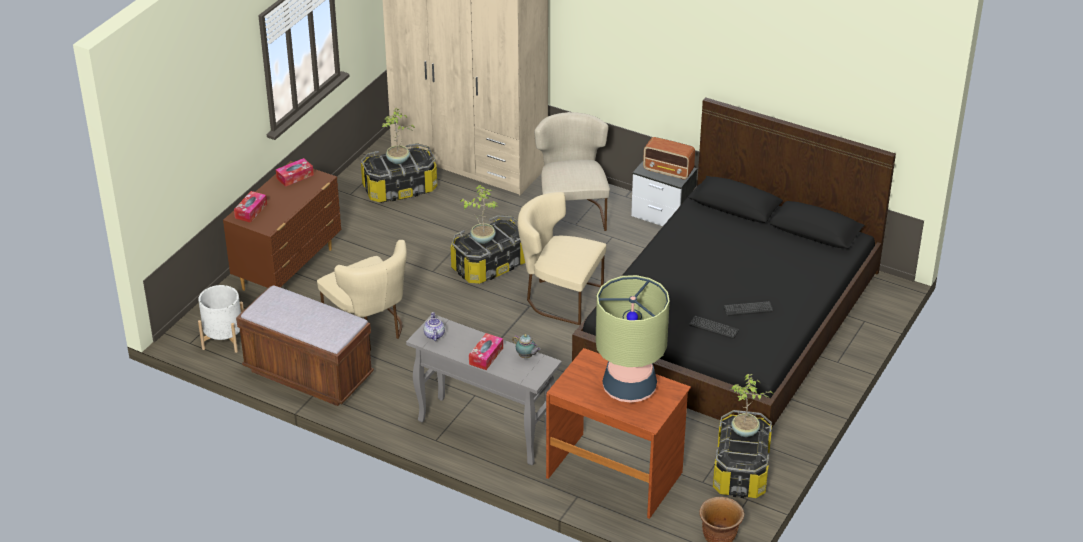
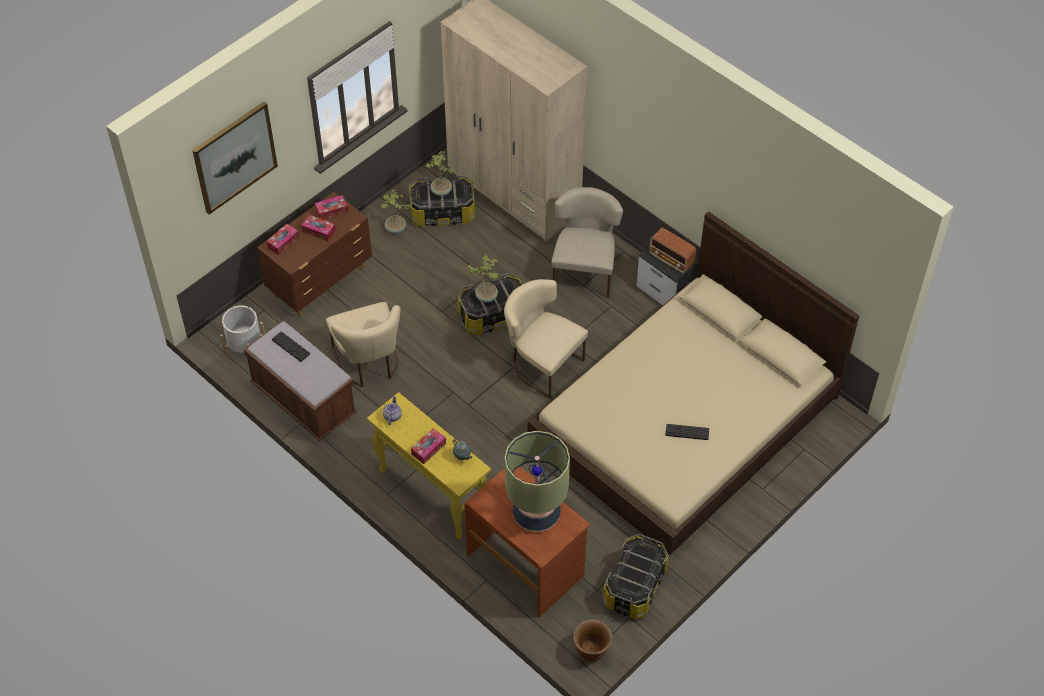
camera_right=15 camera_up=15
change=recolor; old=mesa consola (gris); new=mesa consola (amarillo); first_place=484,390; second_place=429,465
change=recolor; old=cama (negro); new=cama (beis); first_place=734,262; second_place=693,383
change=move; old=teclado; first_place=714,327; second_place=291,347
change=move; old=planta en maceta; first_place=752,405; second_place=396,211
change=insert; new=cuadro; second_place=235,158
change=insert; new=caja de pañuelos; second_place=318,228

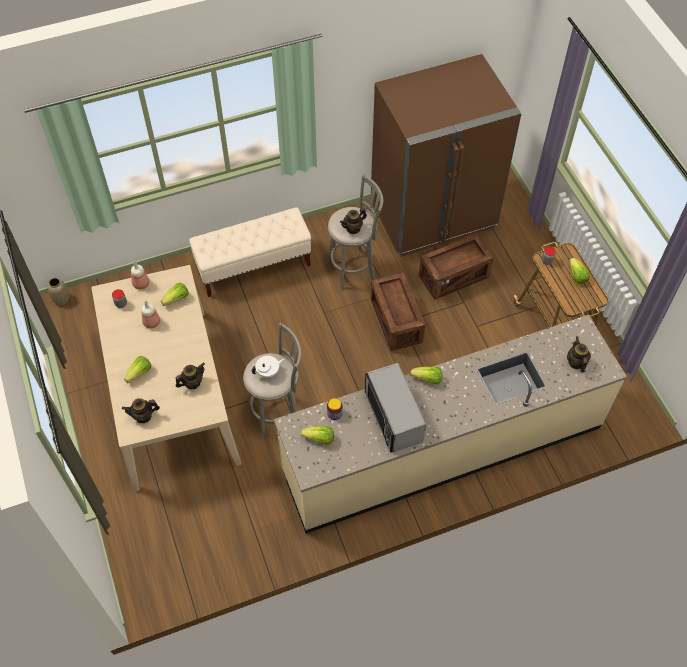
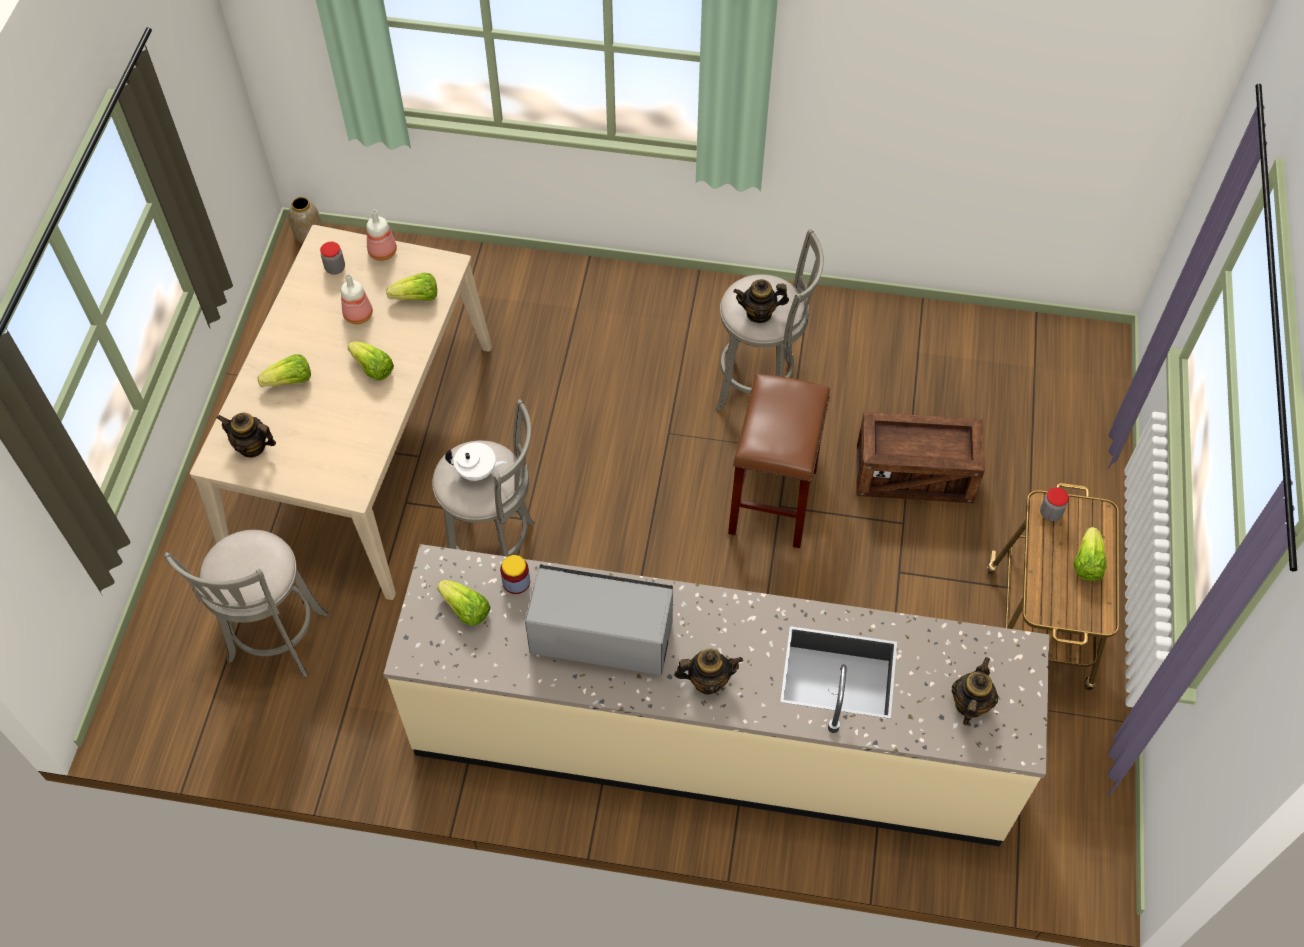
camera_right=30 camera_up=0
change=move; old=tetera; first_place=190,376; second_place=708,672
change=delete; old=banco (beis); first_place=250,252
change=rotate; old=microondas; first_place=395,408; second_place=599,619; degrees=90
change=delete; old=nevera (marrón); first_place=446,155
change=replace; old=caja de embalaje; new=taburete (marrón); first_place=398,311; second_place=779,460
change=move; old=lechuga; first_place=426,375; second_place=370,361
change=insert; new=taburete (gris); second_place=246,604

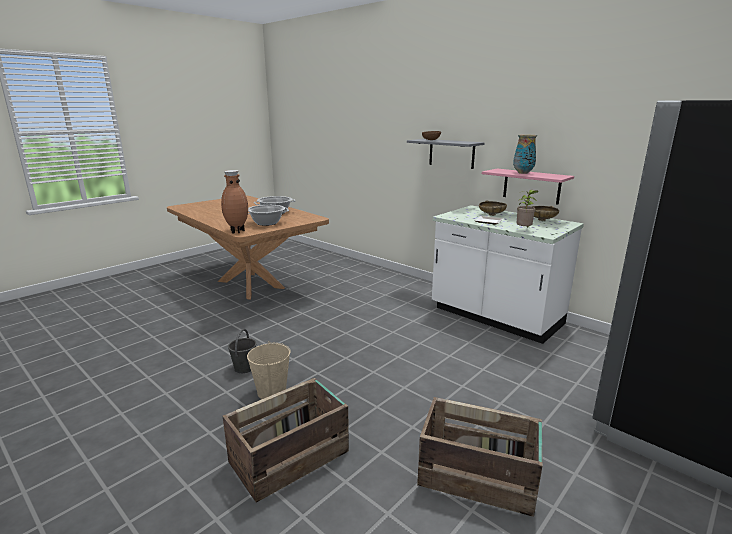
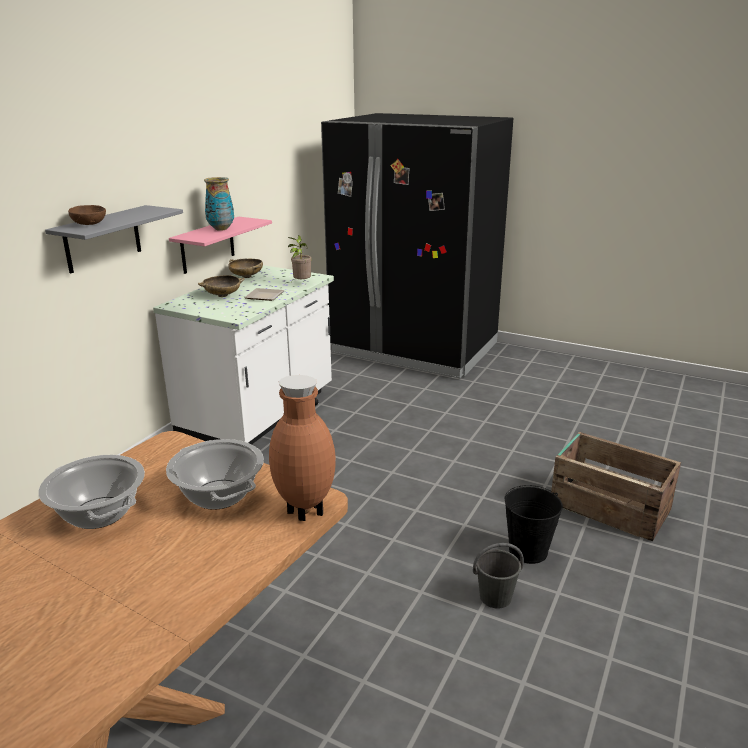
camera_right=-105 camera_up=5
change=recolor; old=cubo (beis); new=cubo (negro); first_place=269,370; second_place=534,524
change=delete; old=caja de embalaje; first_place=480,457

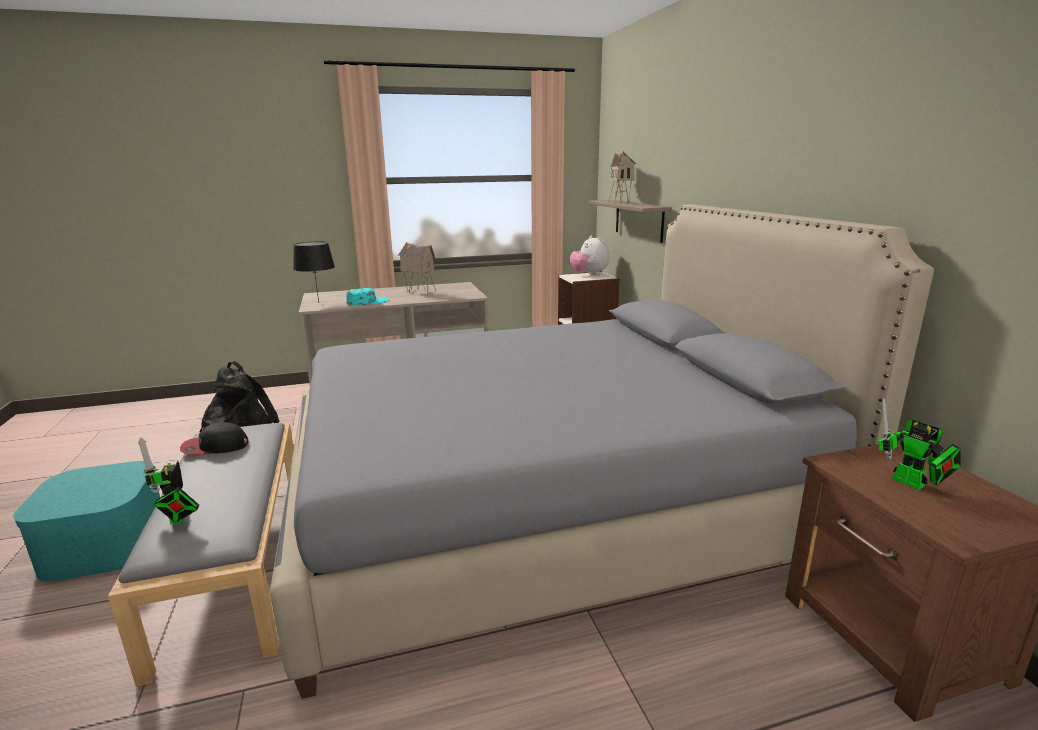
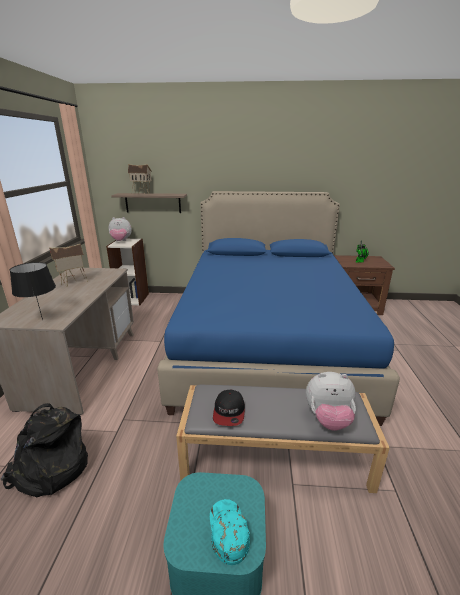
camera_right=-70 camera_up=5
change=replace; old=robot de juguete; new=peluche; first_place=168,480; second_place=331,401
change=recolor; old=cama (gris); new=cama (azul); first_place=602,451; second_place=278,308
change=move; old=gorra (turquesa); first_place=368,297; second_place=230,532

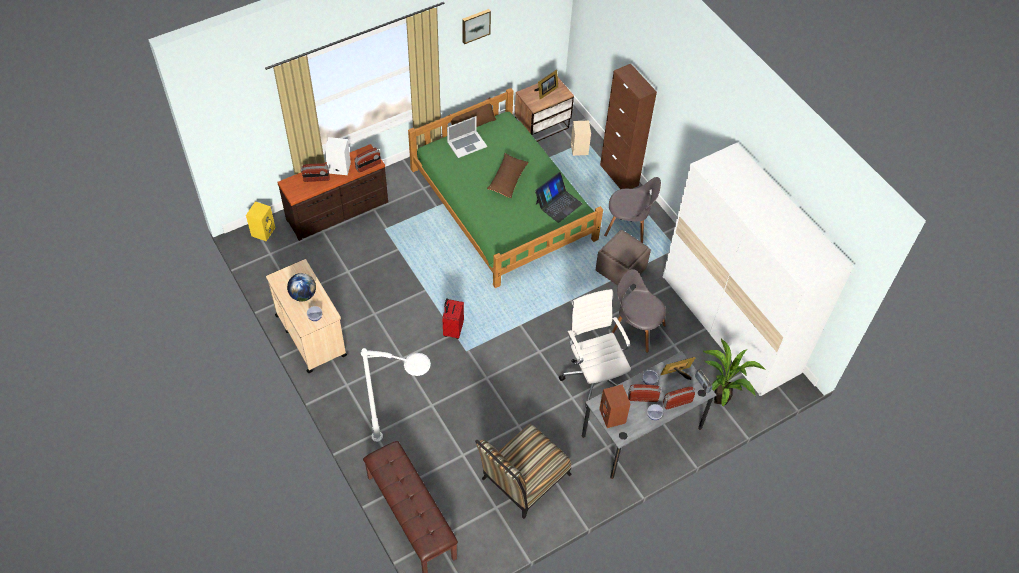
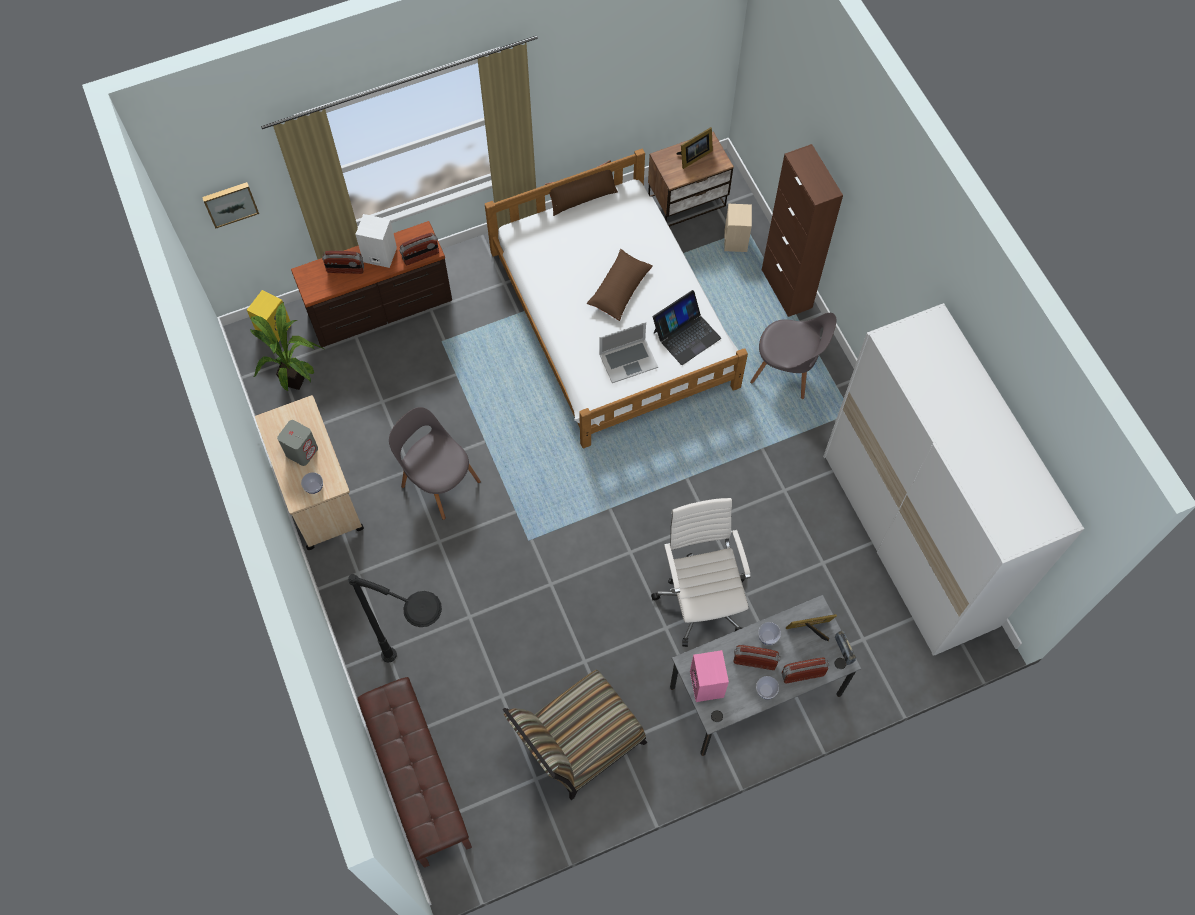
camera_right=10 camera_up=10
change=replace; old=globo terráqueo; new=altavoz (gris); first_place=301,287; second_place=297,443
change=recolor; old=lámpara de pie (blanco); new=lámpara de pie (negro); first_place=396,395; second_place=395,618
change=recolor; old=cama (verde); new=cama (blanco); first_place=505,188; second_place=616,298
change=delete; old=maleta (rojo); first_place=453,318
change=move; old=portátil; first_place=467,137; second_place=628,352
change=move; old=cuadro; first_place=476,26; second_place=230,205
change=delete; old=puf (marrón); first_place=623,257
change=recolor; old=altavoz (marrón); new=altavoz (rosa); first_place=614,406; second_place=709,676
change=move; old=silla (gris); first_place=639,311; second_place=435,463
change=move; old=planta en maceta; first_place=734,372; second_place=287,347

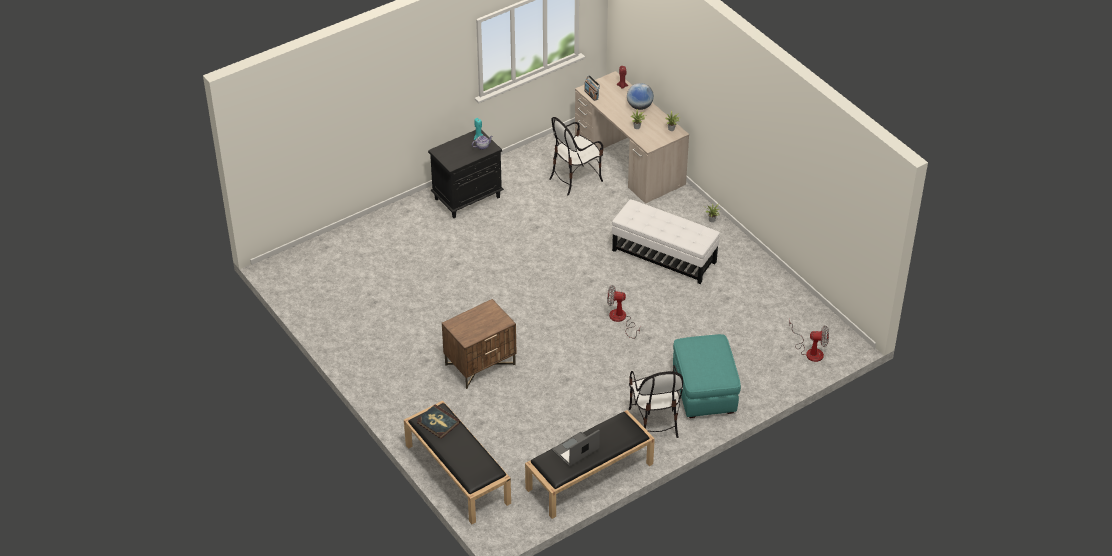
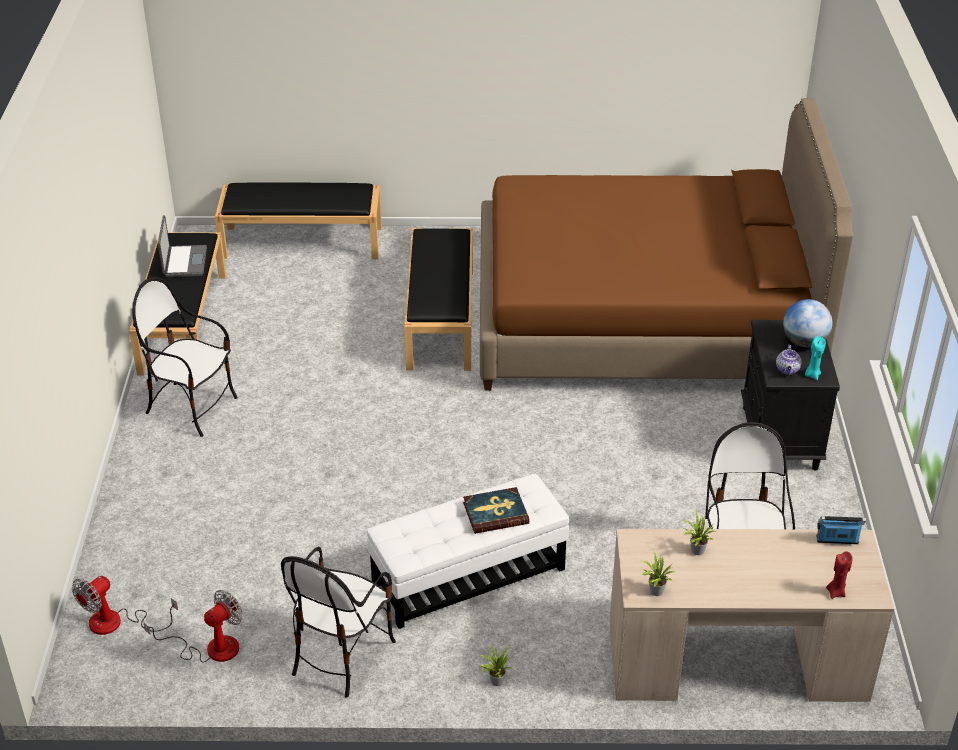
camera_right=125 camera_up=-5
change=move; old=libro; first_place=438,421; second_place=496,510
change=replace; old=mesita de noche (marrón); new=banco (negro); first_place=479,344; second_place=438,299
change=move; old=ventilador; first_place=623,312; second_place=193,626
change=move; old=globo terráqueo; first_place=640,96; second_place=808,323
change=delete; old=puf (turquesa); first_place=707,376
change=insert; new=silla; second_place=338,622
change=insert; new=cama (marrón); second_place=666,244

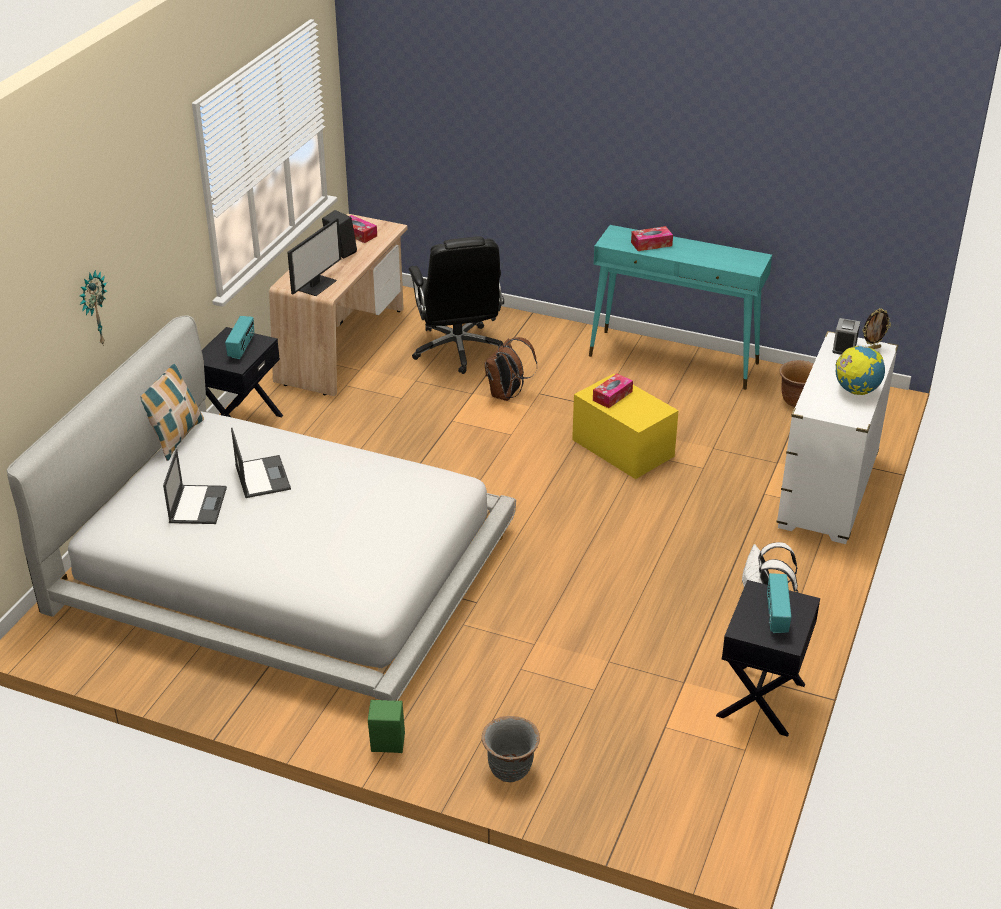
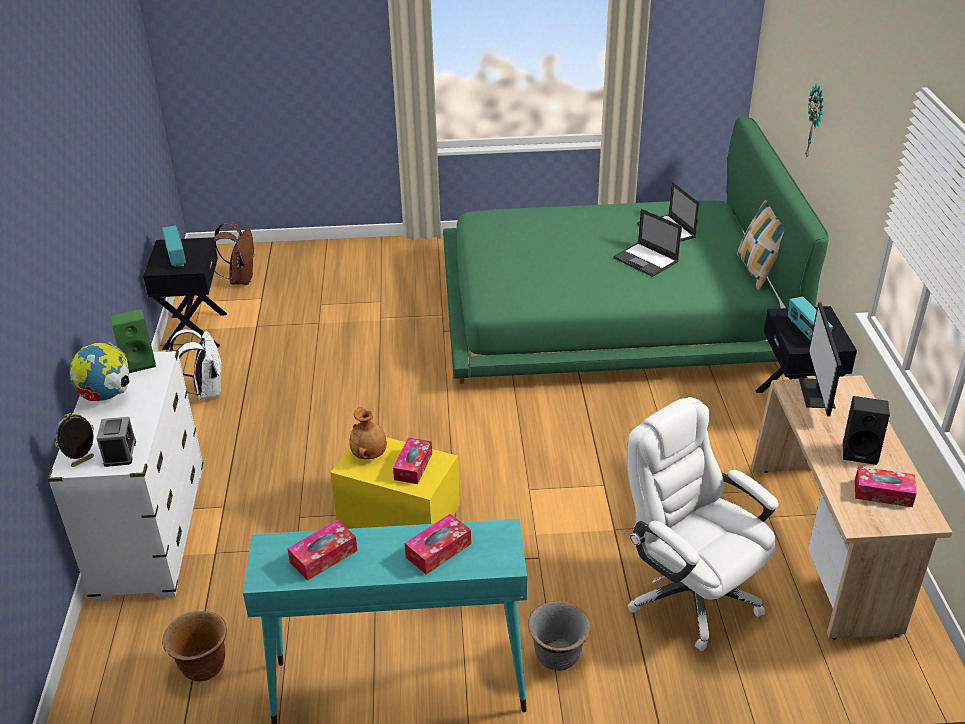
camera_right=155 camera_up=0
change=recolor; old=cama (blanco); new=cama (verde); first_place=261,508; second_place=636,250
change=move; old=altavoz (verde); first_place=386,726; second_place=133,341
change=recolor; old=silla de oficina (negro); new=silla de oficina (blanco); first_place=456,305; second_place=703,524
change=move; old=maceta (gris); first_place=511,749; second_place=559,636
change=move; old=mochila (marrón); first_place=511,369; second_place=234,253
change=insert; new=caja de pañuelos; second_place=322,550
change=insert; new=florero (marrón); second_place=368,433

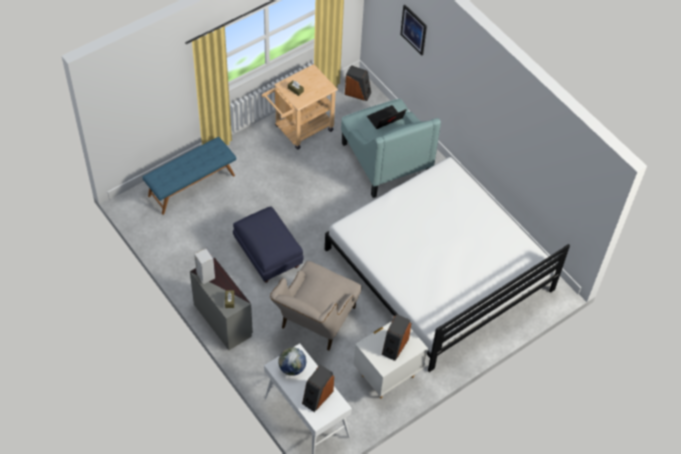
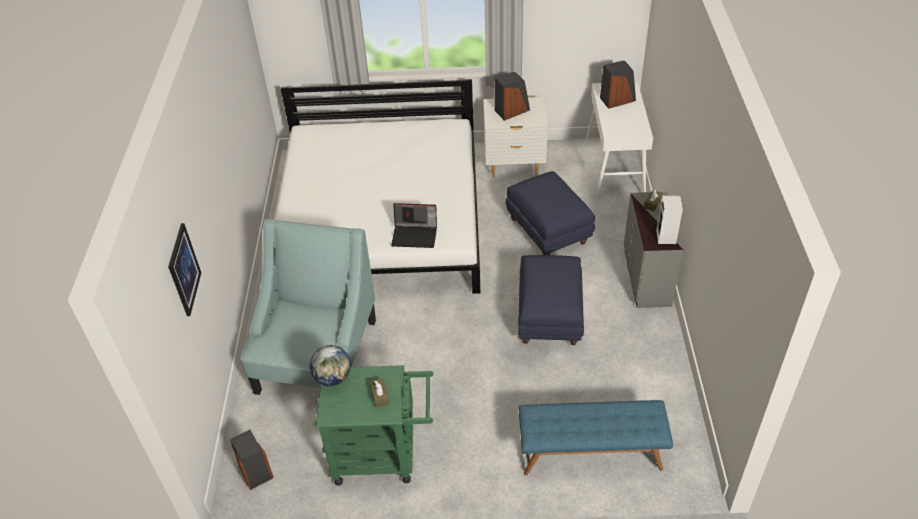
camera_right=-140 camera_up=-10
change=recolor; old=carrito (beis); new=carrito (verde); first_place=300,107; second_place=374,425
change=replace; old=sillón (beis); new=puf (azul); first_place=316,305; second_place=550,213
change=move; old=globo terráqueo; first_place=292,361; second_place=330,365
change=move; old=portátil; first_place=387,117; second_place=414,225

